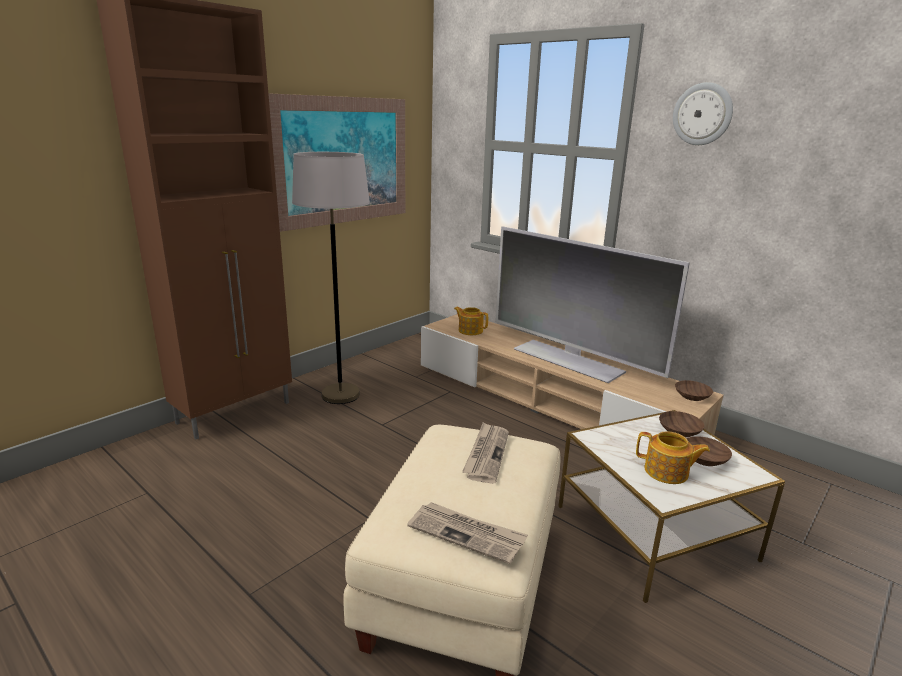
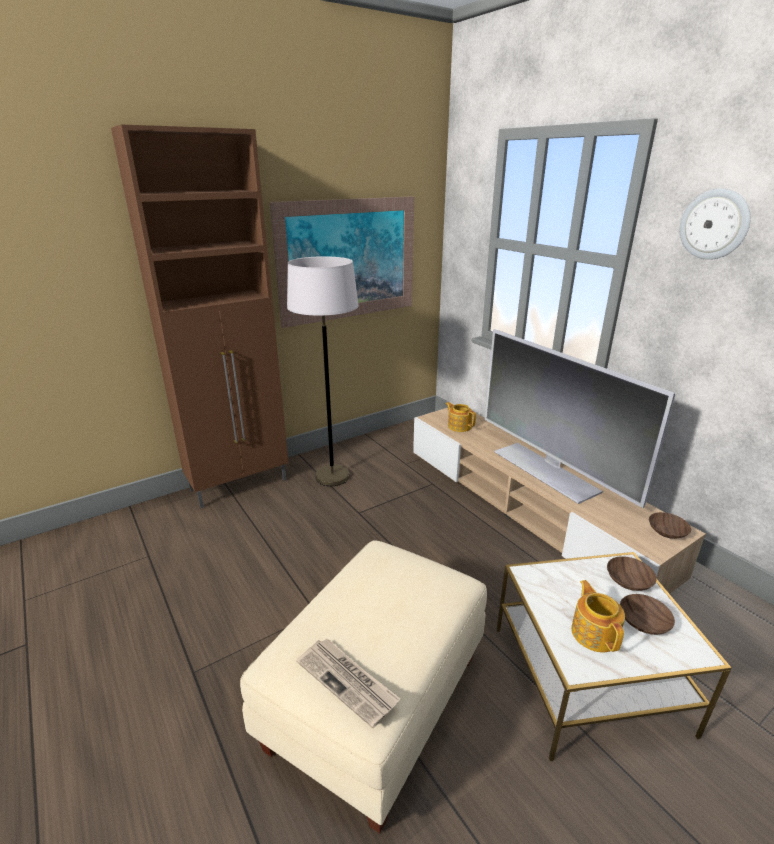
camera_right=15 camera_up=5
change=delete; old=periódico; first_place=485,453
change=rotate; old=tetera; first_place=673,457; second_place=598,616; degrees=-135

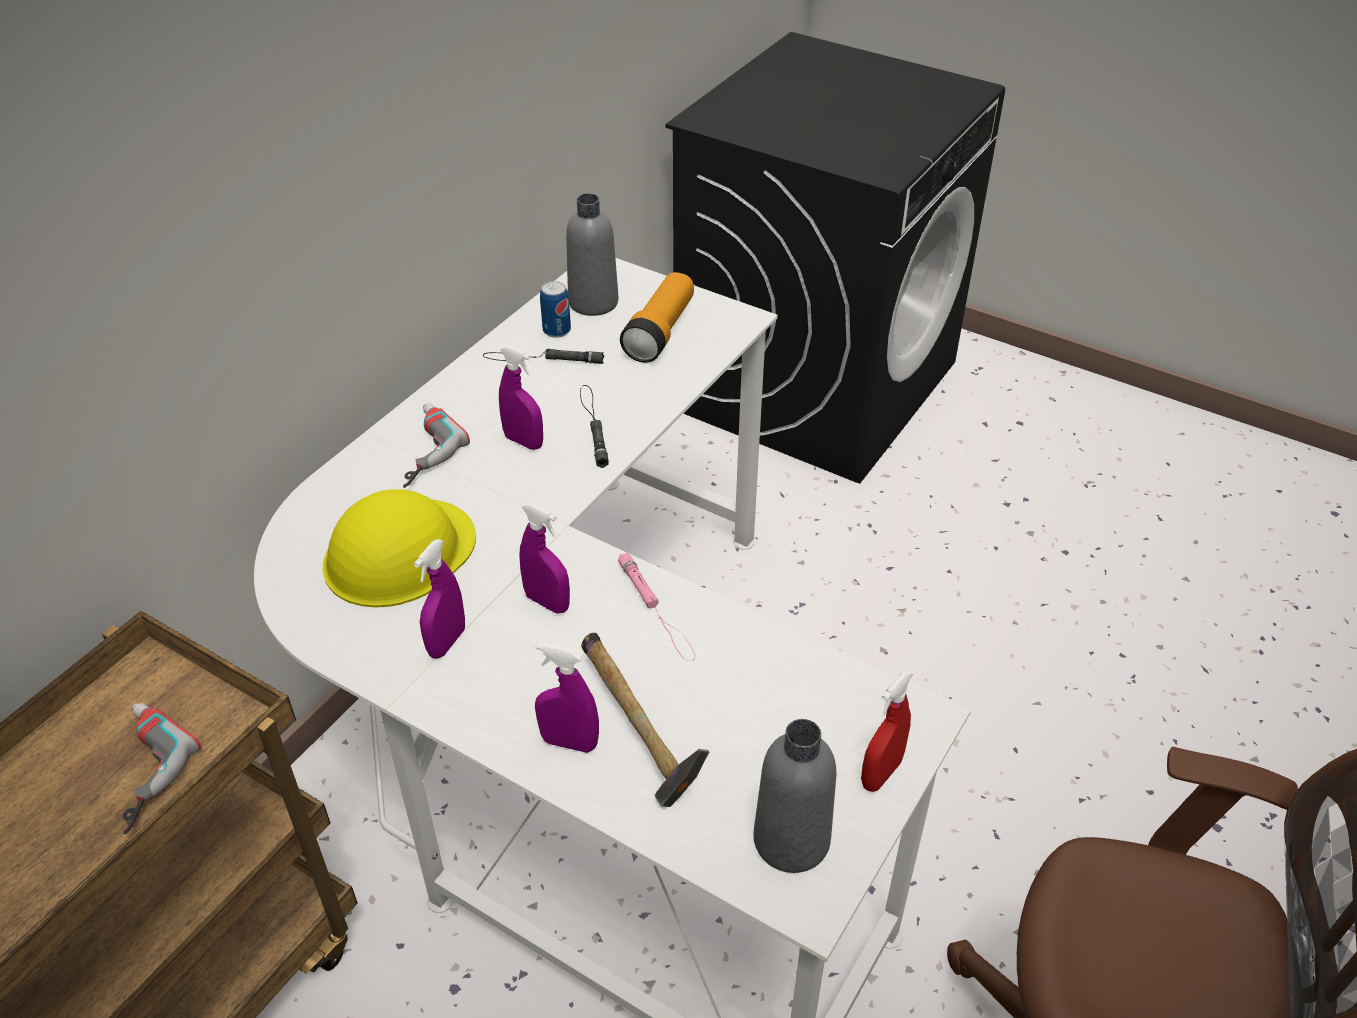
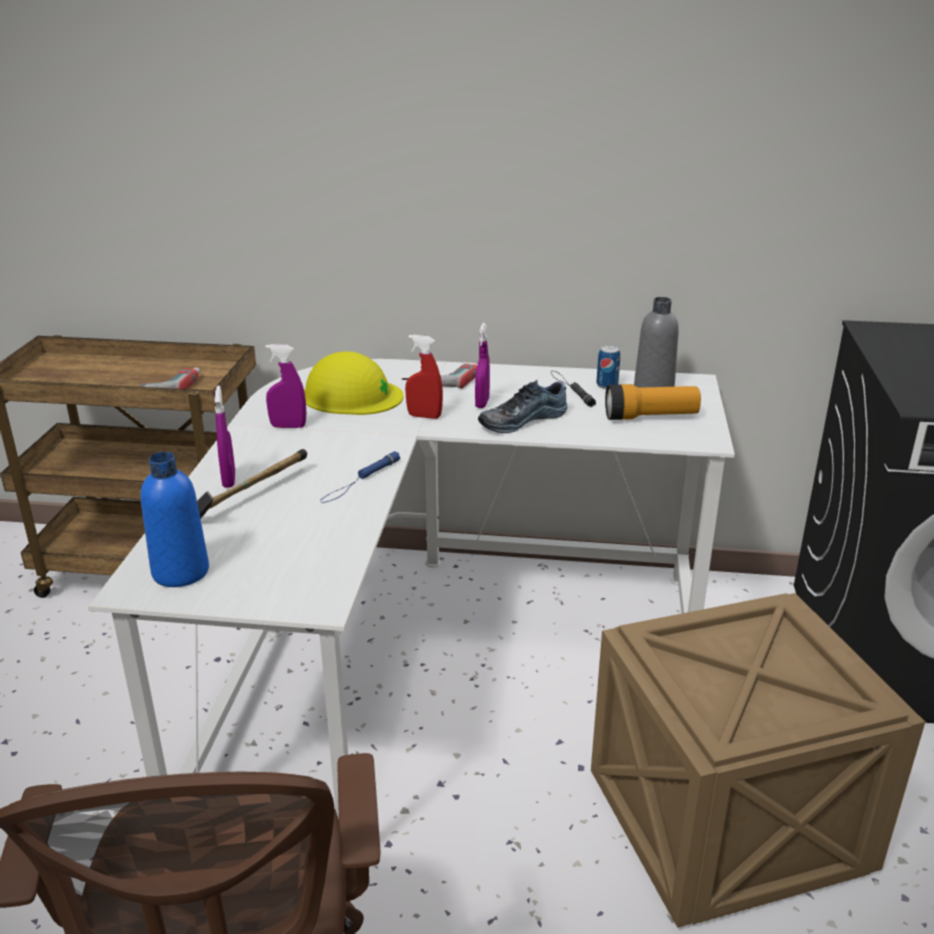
camera_right=65 camera_up=-15
change=delete; old=pulverizador (morado); first_place=544,558
change=replace; old=linterna (negro); new=zapato; first_place=594,426; second_place=522,406
change=recolor; old=linterna (rosa); new=linterna (azul); first_place=656,607; second_place=360,477
change=recolor; old=botella (gris); new=botella (azul); first_place=794,796; second_place=175,519
change=move; old=pulverizador (rojo); first_place=887,731; second_place=424,377
change=insert; new=caja de embalaje; second_place=758,760

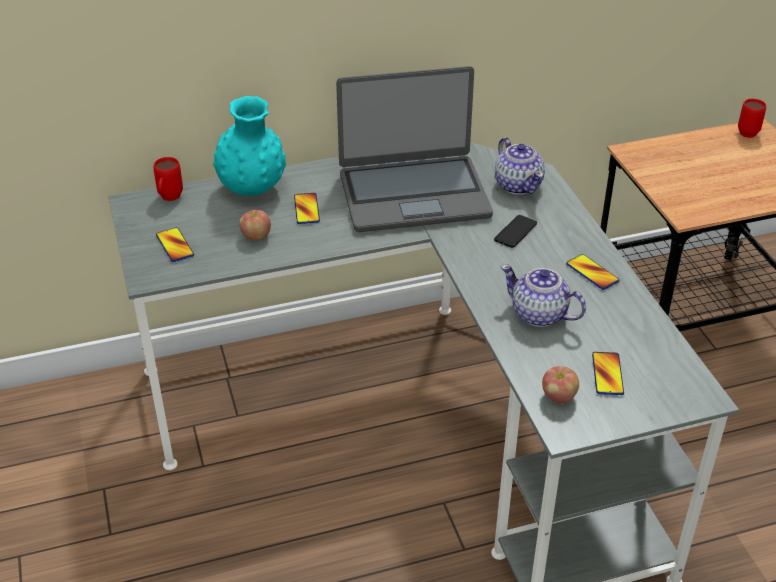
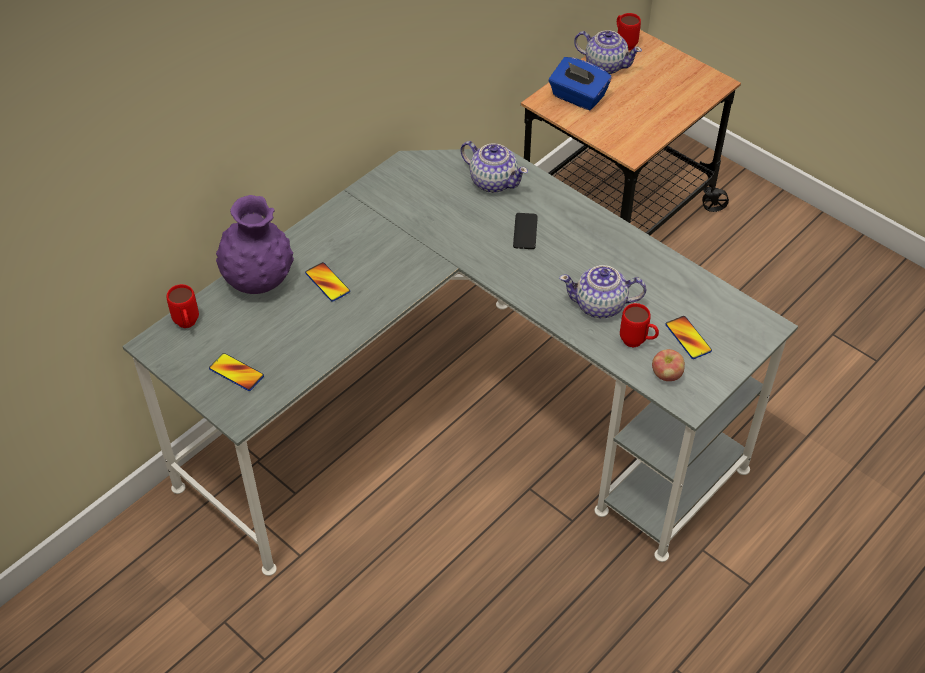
camera_right=-30 camera_up=10
change=recolor; old=florero (turquesa); new=florero (morado); first_place=249,146; second_place=255,244
change=delete; old=manzana; first_place=255,225
change=delete; old=portátil; first_place=414,149
change=delete; old=móvil; first_place=593,272
change=insert; new=caja de pañuelos (azul); second_place=580,83
change=insert; new=tetera; second_place=608,52
change=insert; new=taza grande (rojo); second_place=639,325

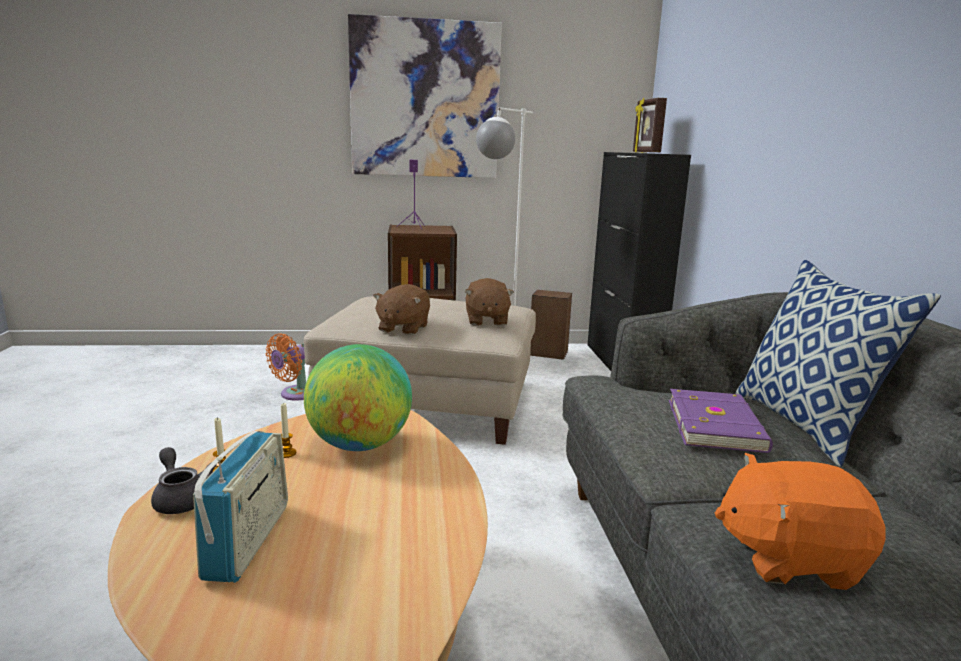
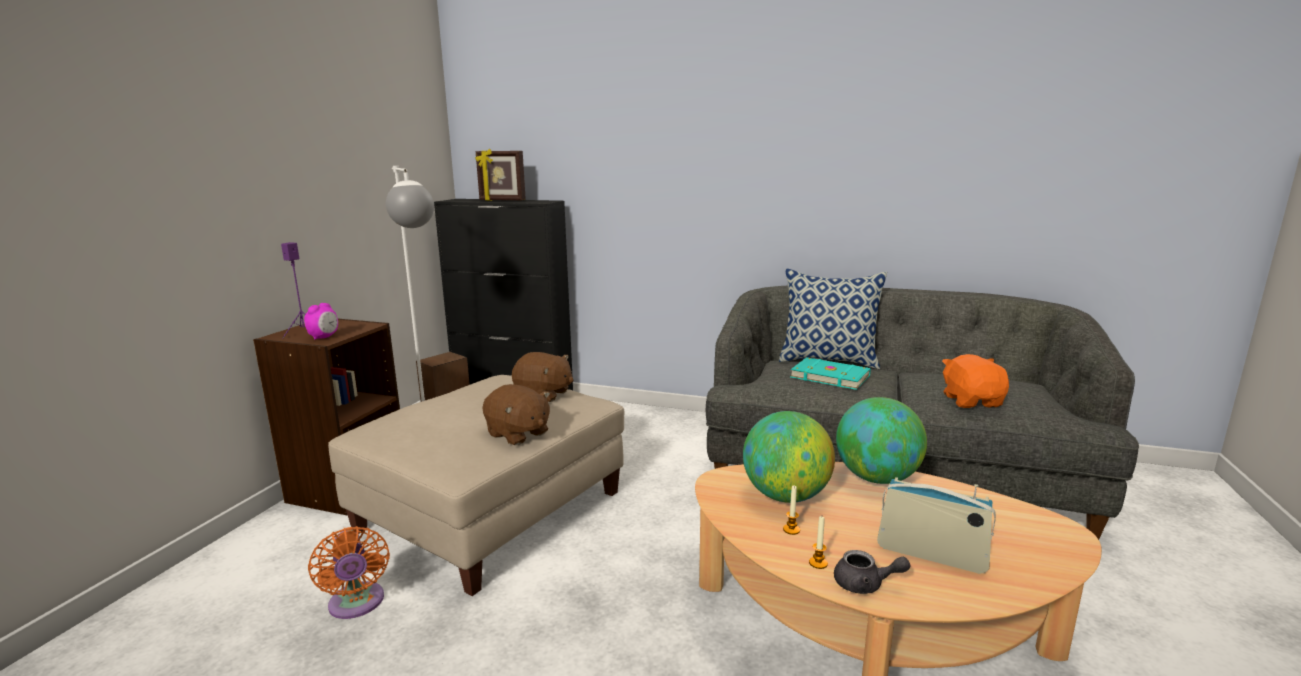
camera_right=-65 camera_up=0
change=rotate; old=tetera (gris); first_place=183,480; second_place=872,572; degrees=-150
change=delete; old=cuadro; first_place=425,96
change=recolor; old=libro (morado); new=libro (turquesa); first_place=721,421; second_place=830,373
change=rotate; old=peluche (naranja); first_place=800,521; second_place=975,381; degrees=150
change=insert; new=despertador; second_place=321,321
change=insert; new=globo terráqueo; second_place=881,440

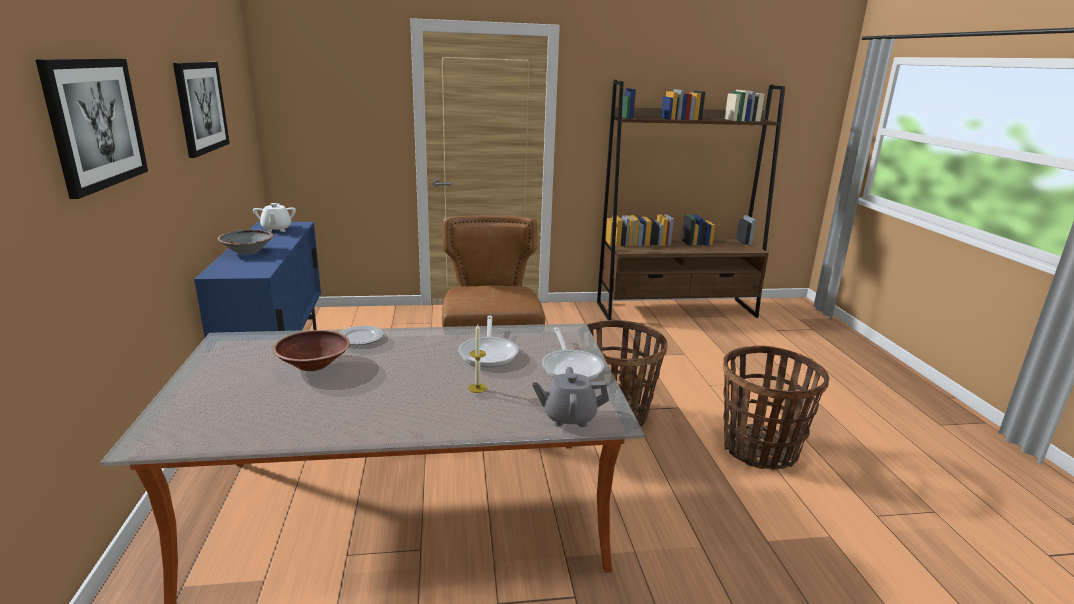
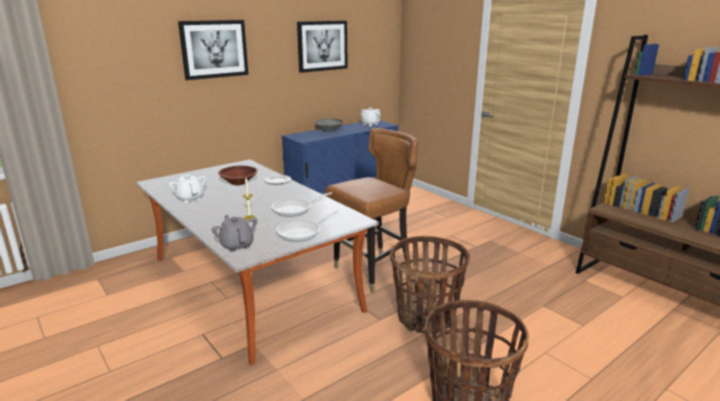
camera_right=60 camera_up=0
change=insert; new=tetera (blanco); second_place=187,189

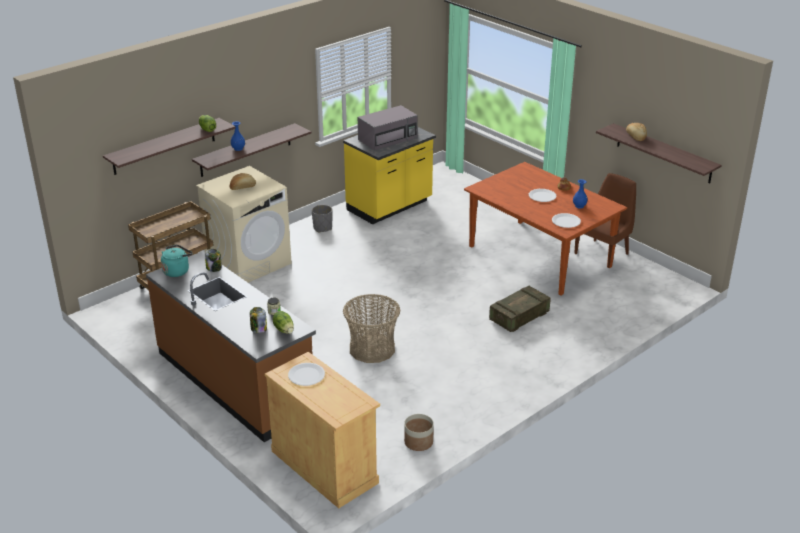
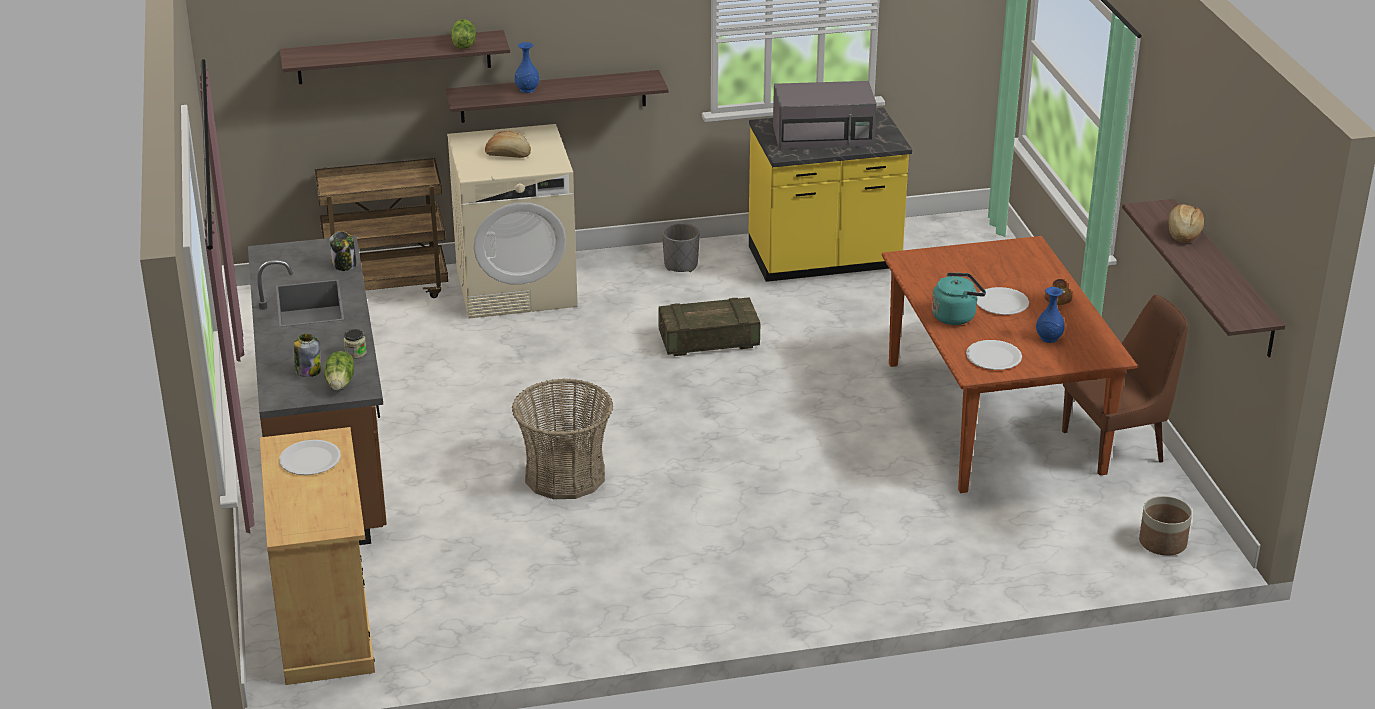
camera_right=30 camera_up=0
change=move; old=hervidor (turquesa); first_place=177,261; second_place=959,298
change=move; old=maceta; first_place=419,432; second_place=1165,526
change=move; old=caja de embalaje; first_place=520,309; second_place=709,326

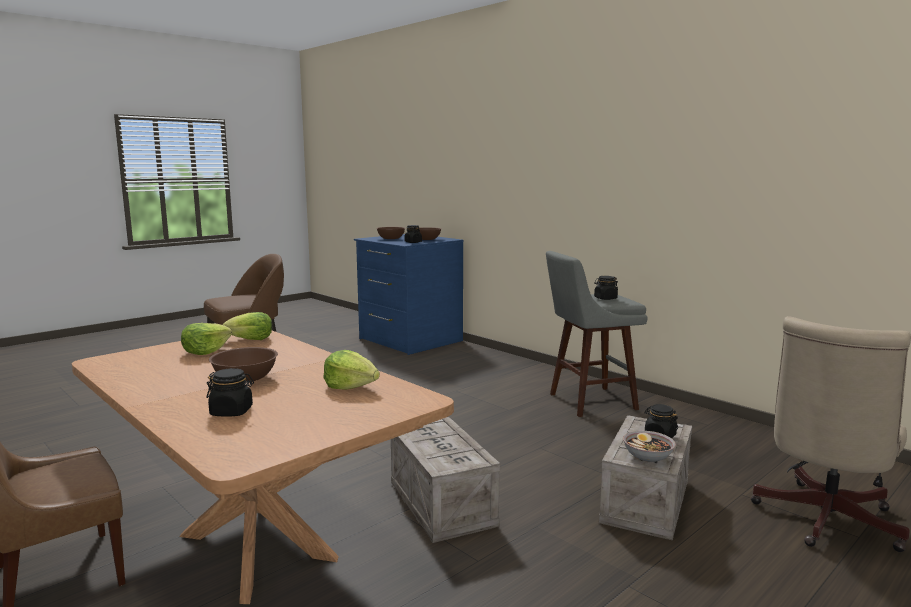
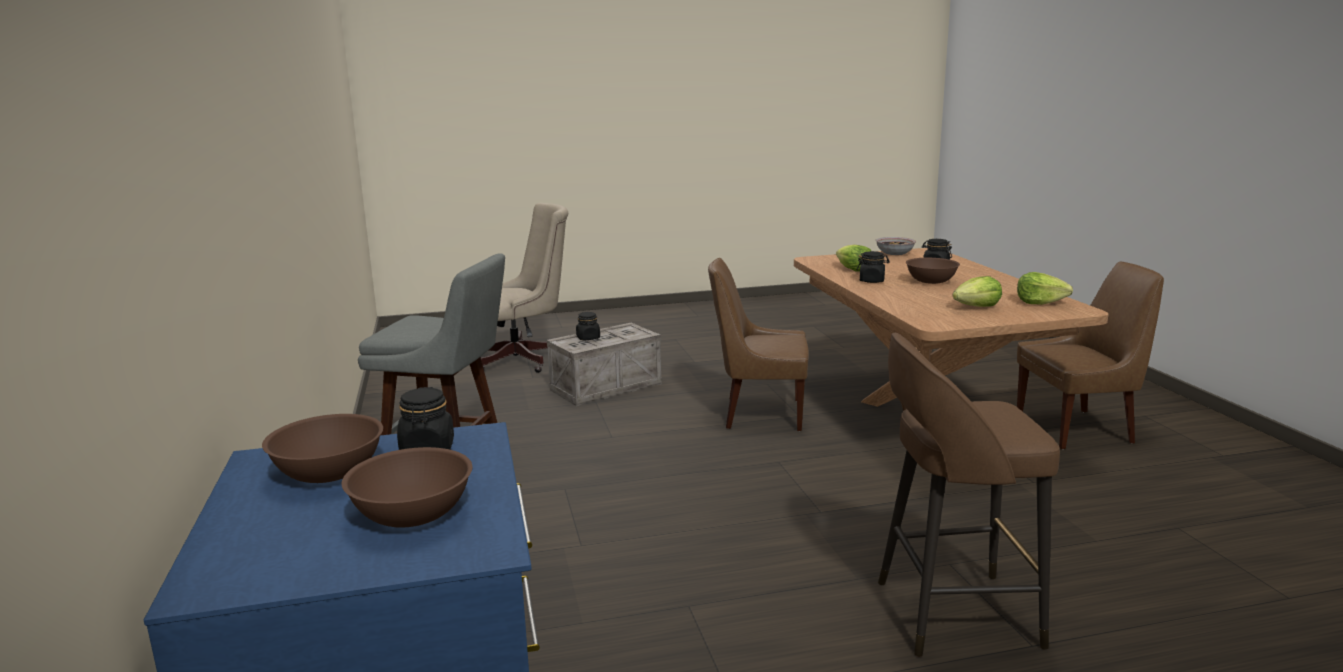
camera_right=-150 camera_up=5
change=move; old=lechuga; first_place=247,326; second_place=1045,288
change=replace; old=caja de embalaje; new=silla (marrón); first_place=445,480; second_place=758,344
change=move; old=tarro (negro); first_place=606,288; second_place=873,267
change=move; old=cuenco; first_place=649,446; second_place=896,246

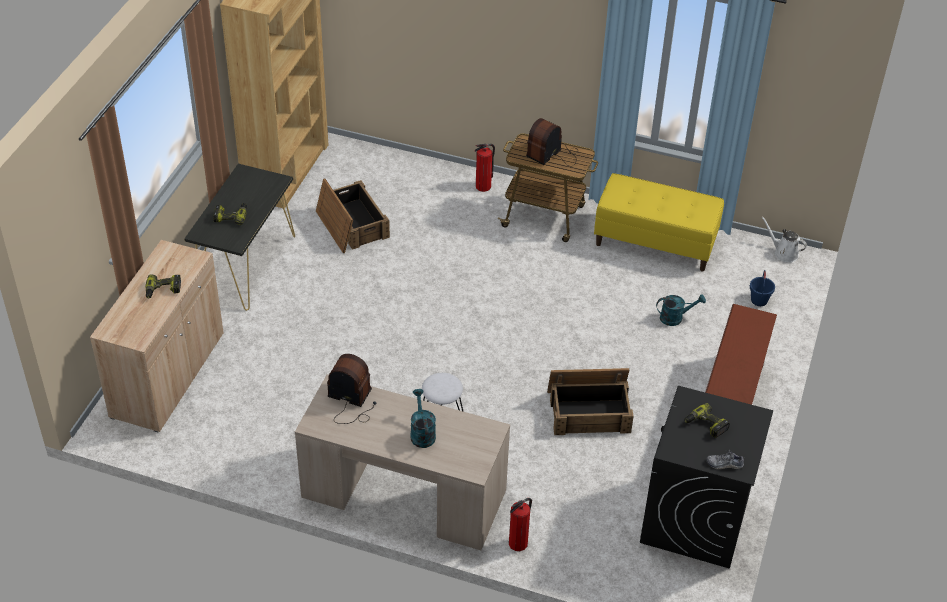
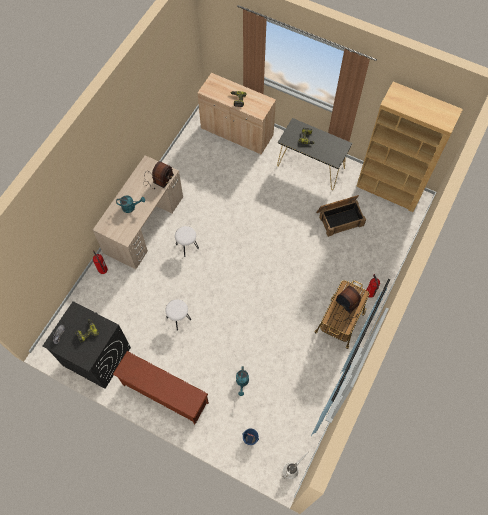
camera_right=100 camera_up=20
change=replace; old=caja de embalaje; new=taburete (blanco); first_place=590,401; second_place=178,315
change=delete; old=banco (amarillo); first_place=659,222

